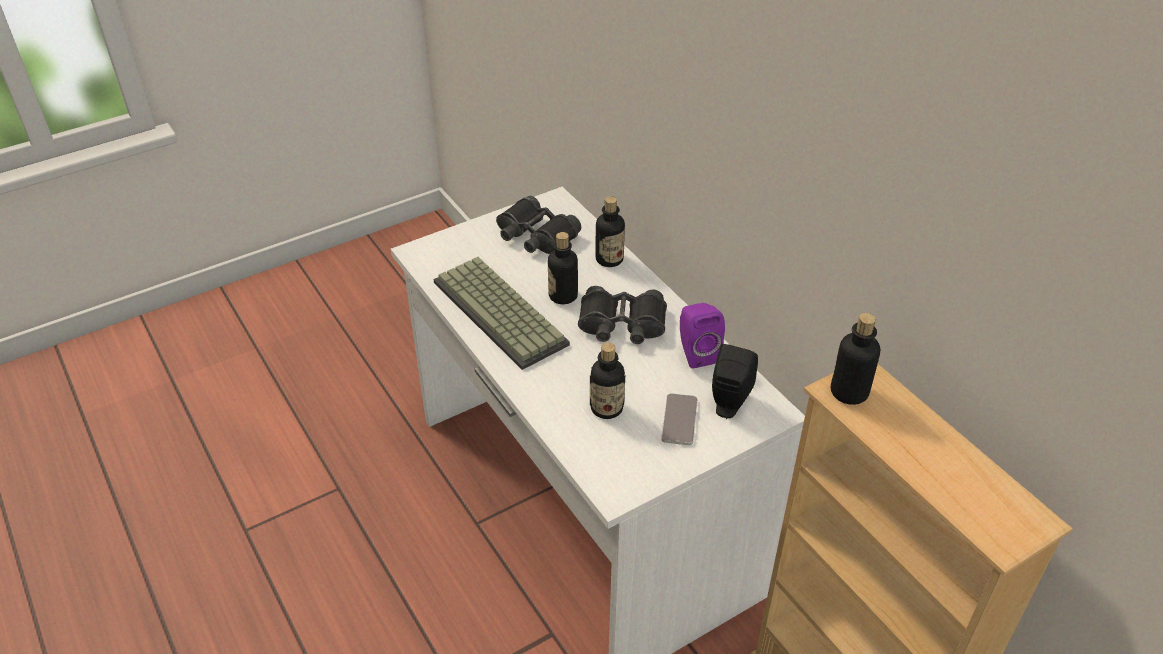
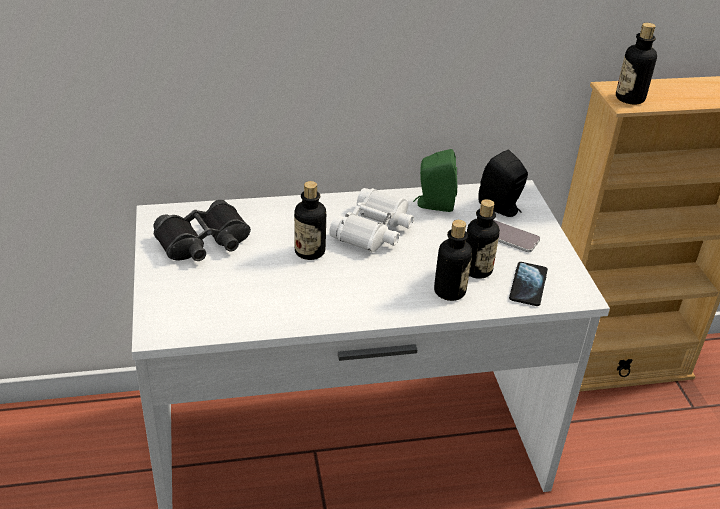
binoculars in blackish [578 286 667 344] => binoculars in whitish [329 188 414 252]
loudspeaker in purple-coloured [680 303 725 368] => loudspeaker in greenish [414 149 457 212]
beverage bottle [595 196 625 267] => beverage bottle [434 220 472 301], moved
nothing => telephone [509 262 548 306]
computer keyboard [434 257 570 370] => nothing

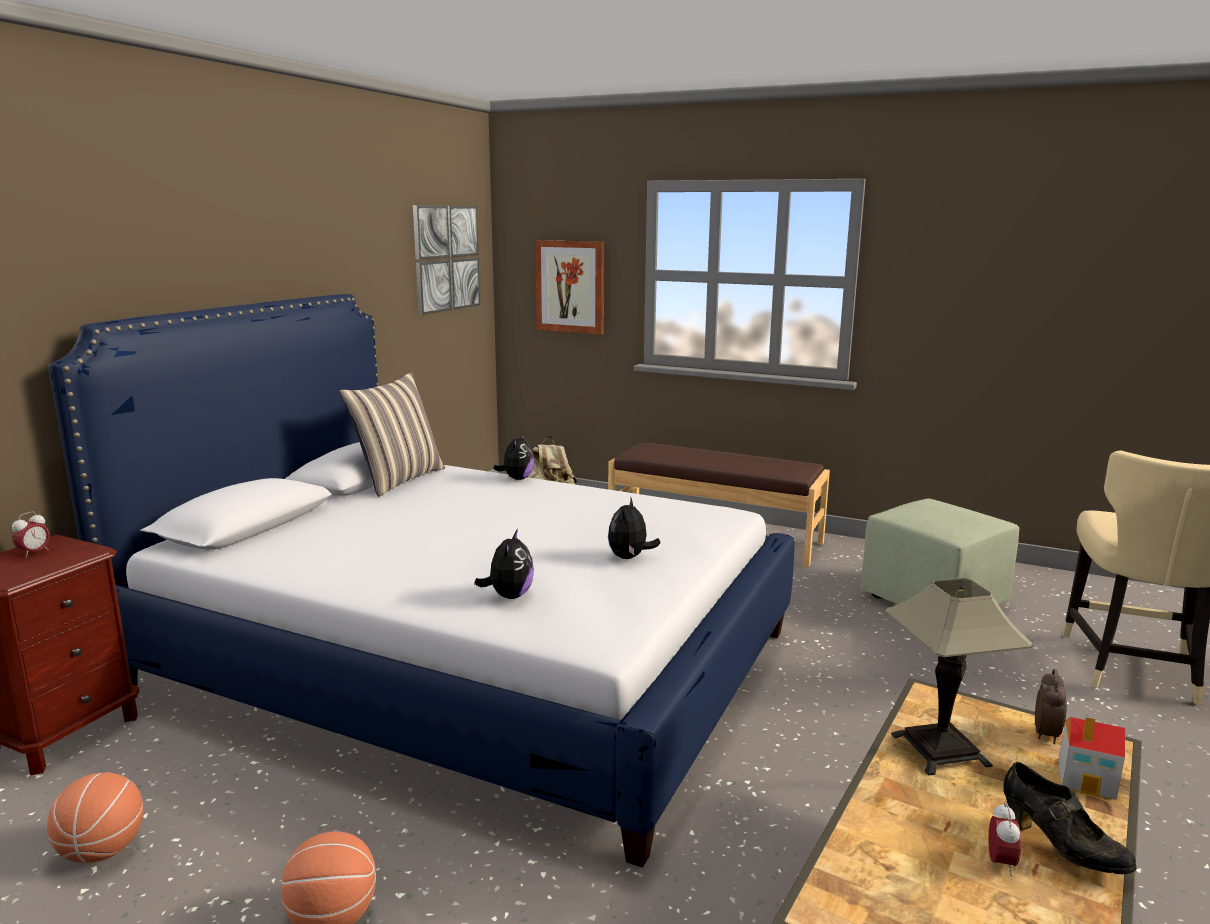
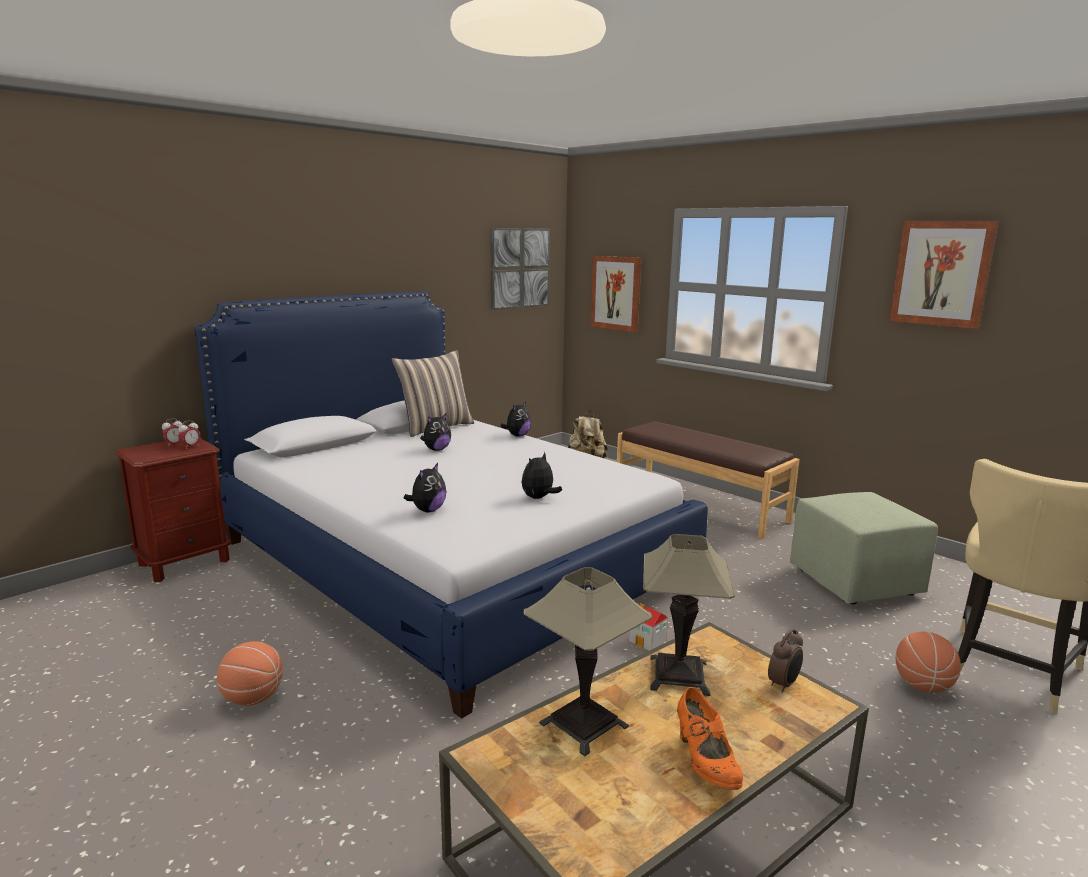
alarm clock [988 802 1021 876] => alarm clock [178 420 201 448], moved
nothing => soft toy [420 414 451 451]
nothing => lamp for a table [523 567 652 756]
model house [1058 717 1125 800] => model house [629 603 668 651], moved
item of footwear in blackish [1003 762 1137 874] => item of footwear in orange [677 687 743 790]
nothing => wall art [889 221 998 329]
ball for basketball [47 773 143 863] => ball for basketball [896 632 961 693], moved

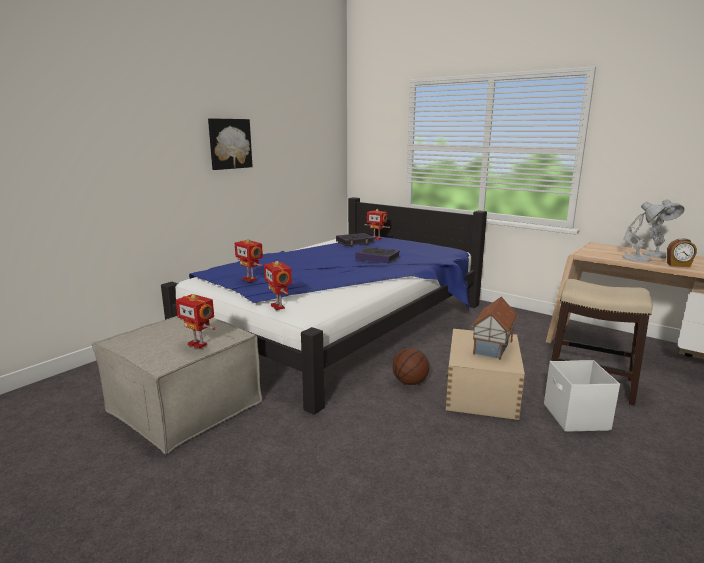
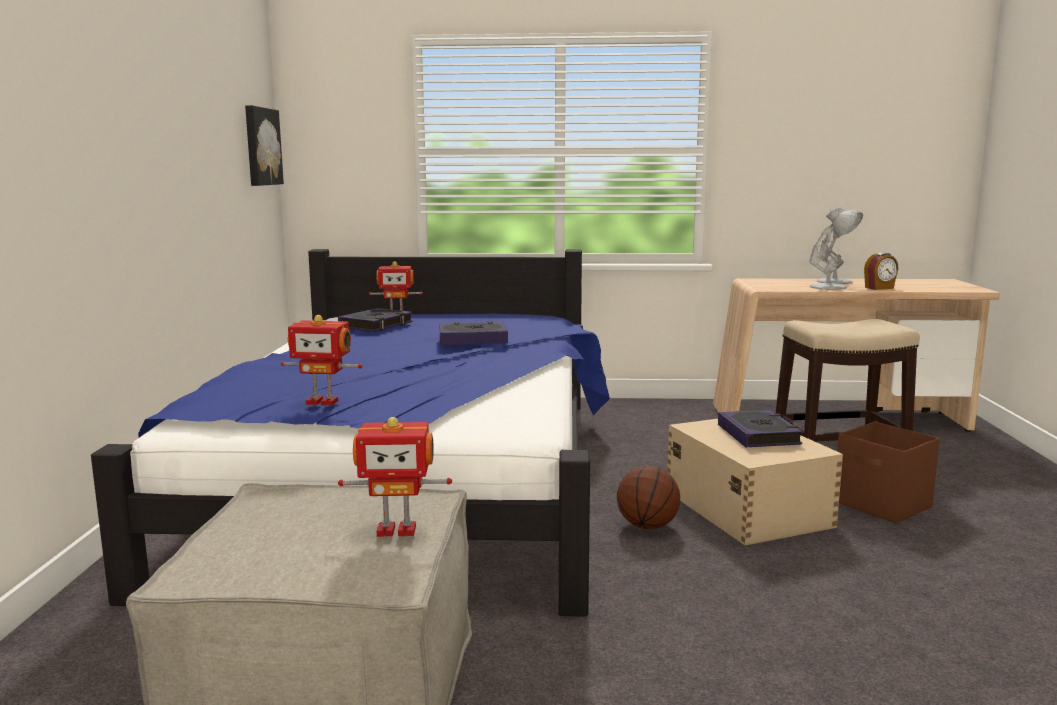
wall art [208 118 253 170] => wall art [245 105 284 186], moved
model house [471 297 518 360] => volume [718 410 803 447]
storage container in whitish [544 360 620 432] => storage container in brown-coloured [837 421 940 524]
robot figure [264 261 292 310] => nothing

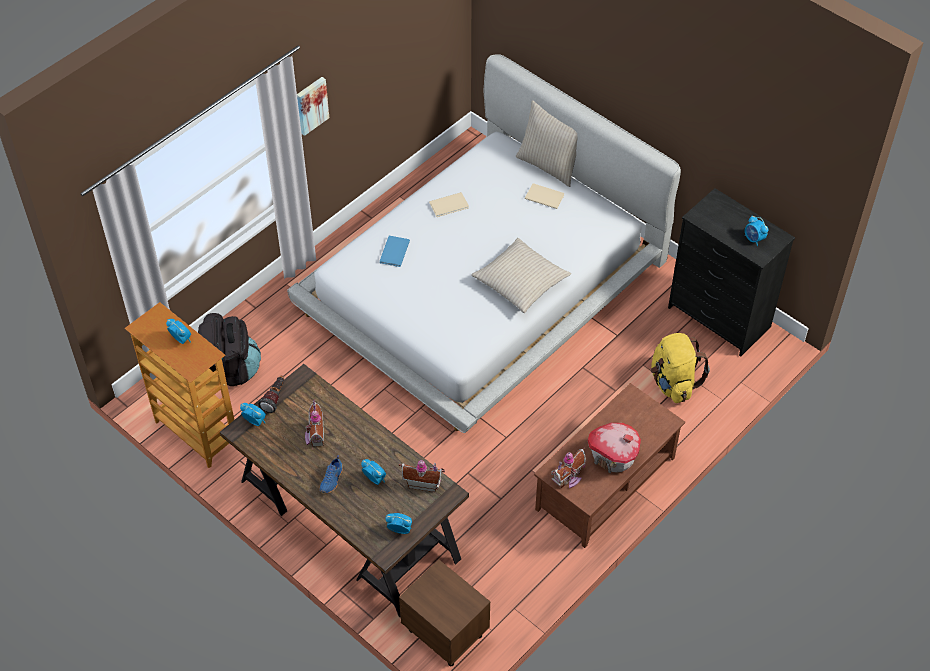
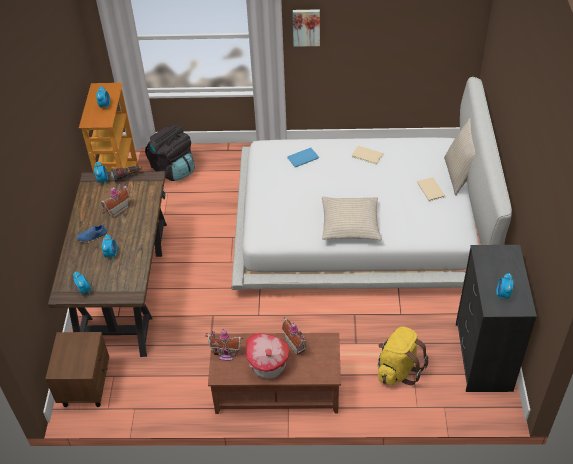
model house [399 460 445 492] => model house [282 317 307 355], moved

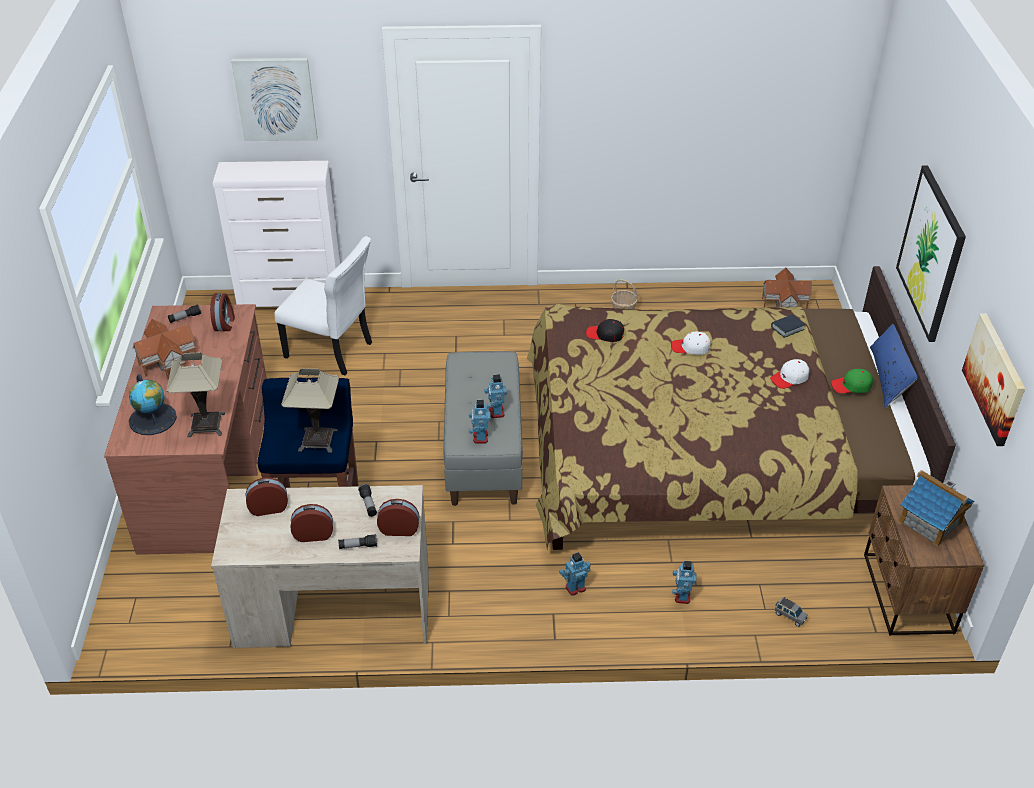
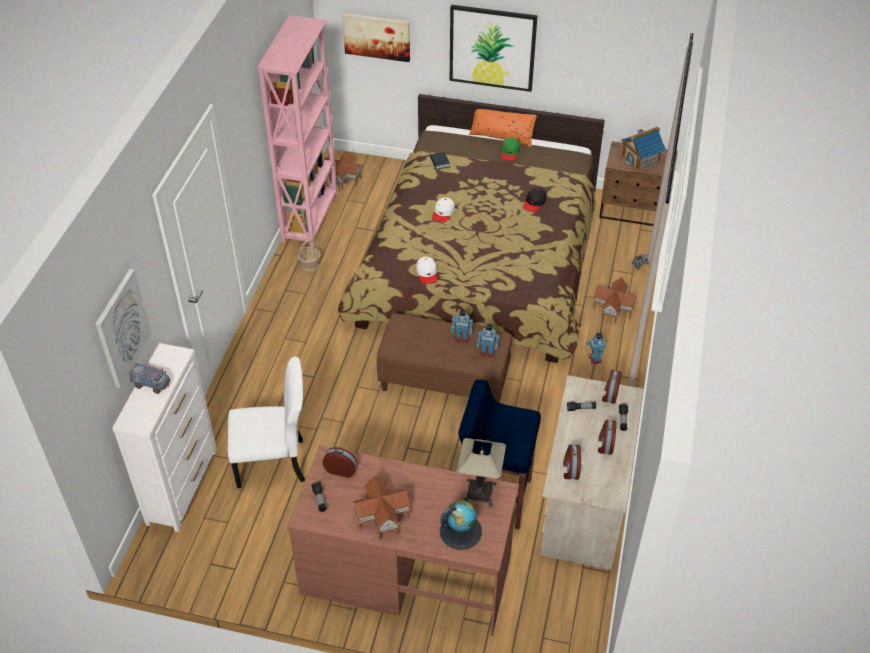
nothing => model truck [129 363 170 394]
plain chair in whitish [274 236 372 375] => plain chair in whitish [228 357 305 488], 45 degrees clockwise
nothing => shelving unit in pinkish [257 15 338 247]
wall art [962 313 1025 446] => wall art [342 13 410 62], moved
bench in grey [444 351 523 506] => bench in brown-coloured [377 313 512 402]
cap in whitish [770 359 809 389] => cap in whitish [416 257 437 284], moved
pillow in blue-coloured [870 316 917 408] => pillow in orange [469 109 537 147]
cap in blackish [586 319 624 342] => cap in blackish [523 188 546 212], moved
robot figure [672 561 696 604] => model house [593 278 637 323]
lamp for a table [281 368 339 453] => nothing

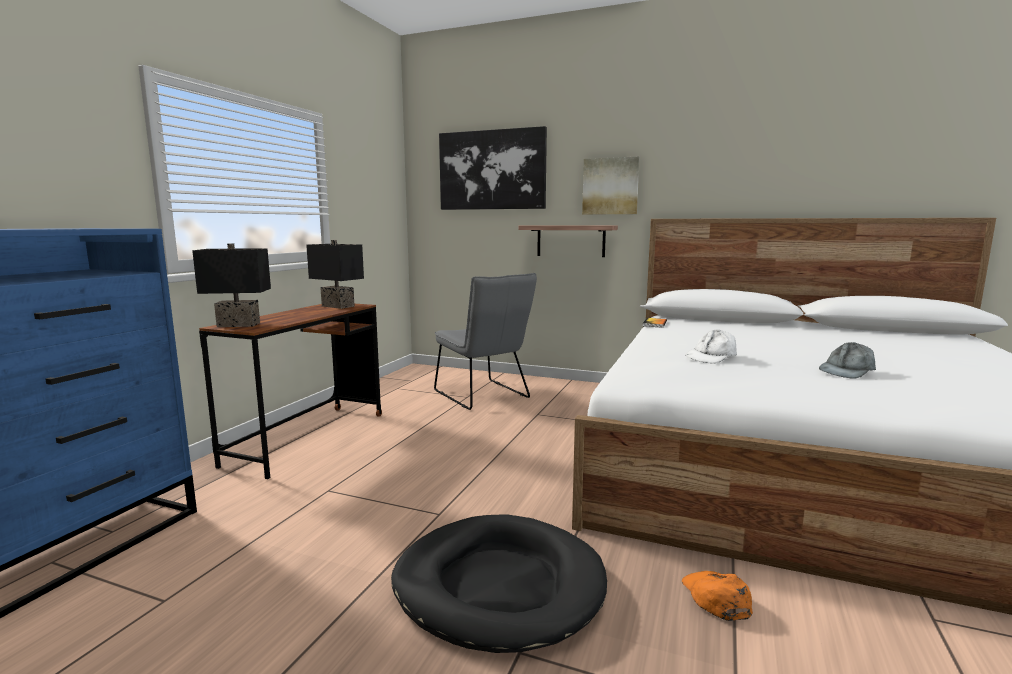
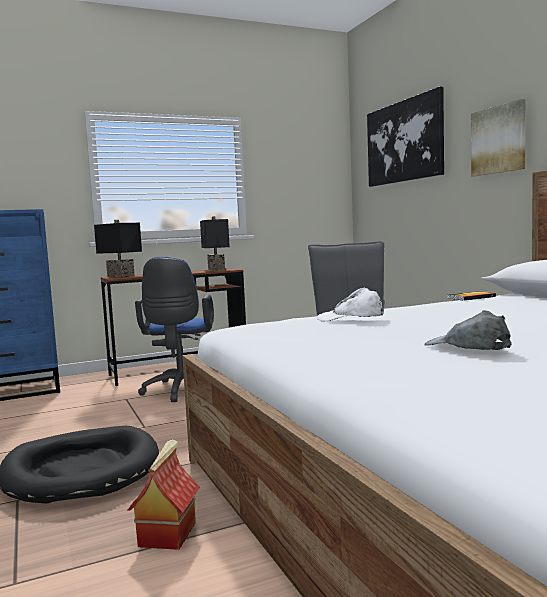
cap in orange [682 571 753 621] => model house [128 439 200 550]
nothing => desk chair in blue-coloured [135 257 214 402]
cap in grey [819 342 876 379] => cap in grey [424 310 511 350], 45 degrees clockwise
wall shelf [519 225 618 257] => nothing

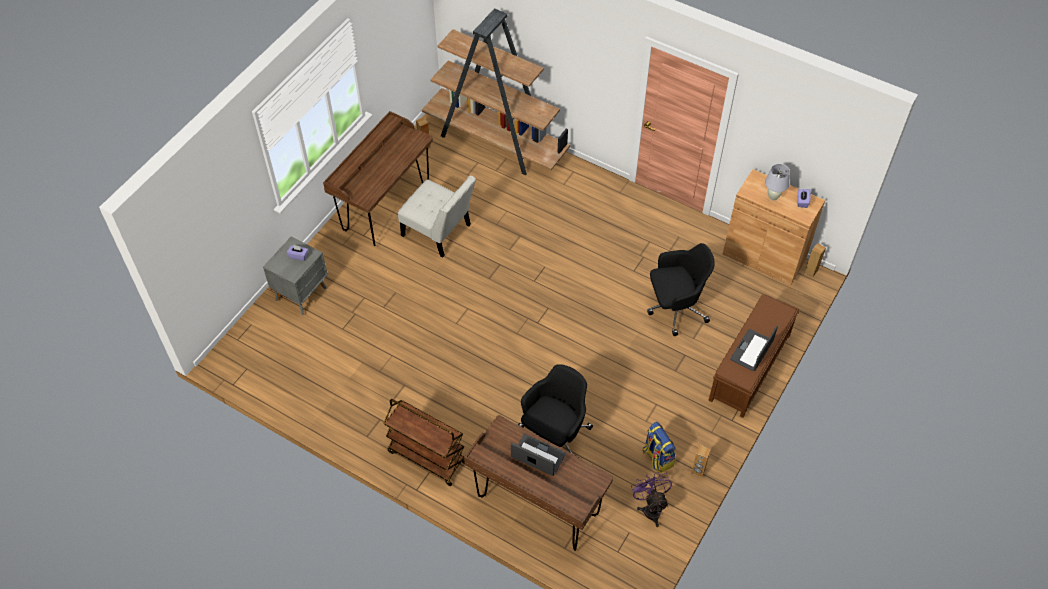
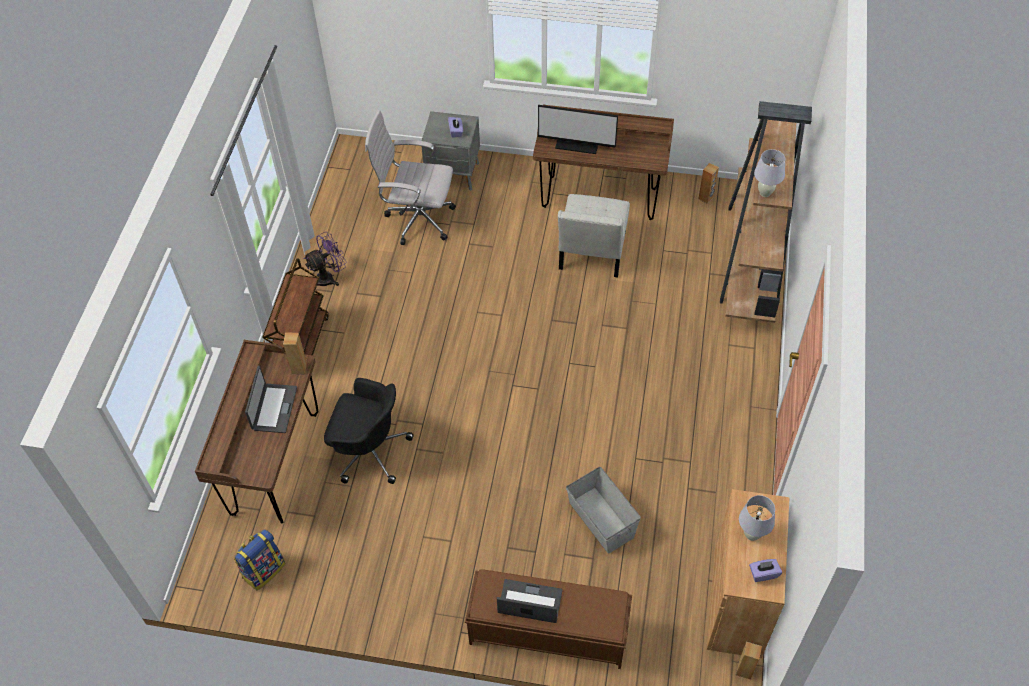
backpack [643 422 676 473] => backpack [234 530 285 590], moved
loudspeaker in brown-coloured [691 445 711 477] => loudspeaker in brown-coloured [283 332 307 374], moved
fan in purple-coloured [631 472 672 527] => fan in purple-coloured [304 232 347 286], moved
nothing => desk chair in whitish [365 110 456 245]
nothing => computer screen [538 105 618 154]
desk chair in blackish [647 243 715 336] => storage container in grey [566 467 641 554]
nothing => lamp for a table in whitish [754 149 785 197]

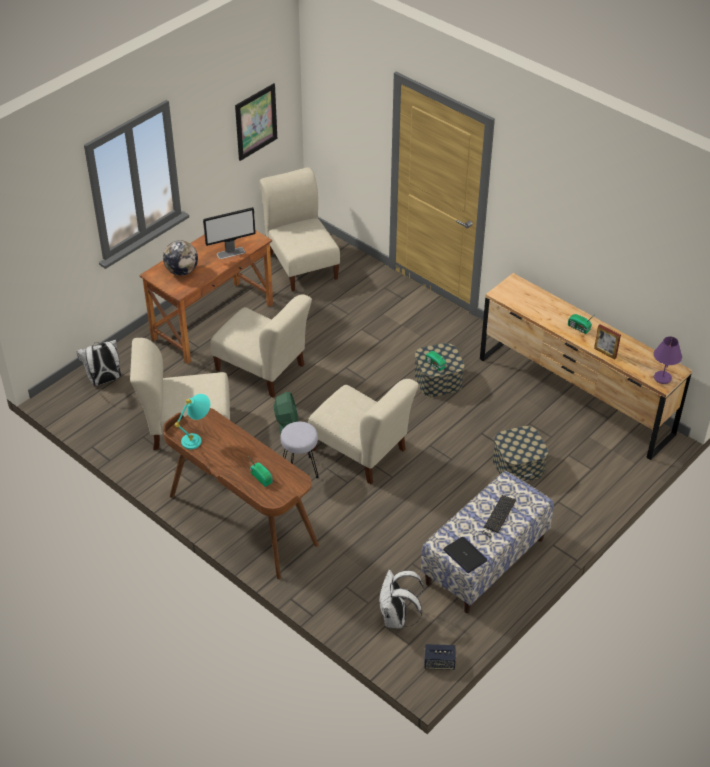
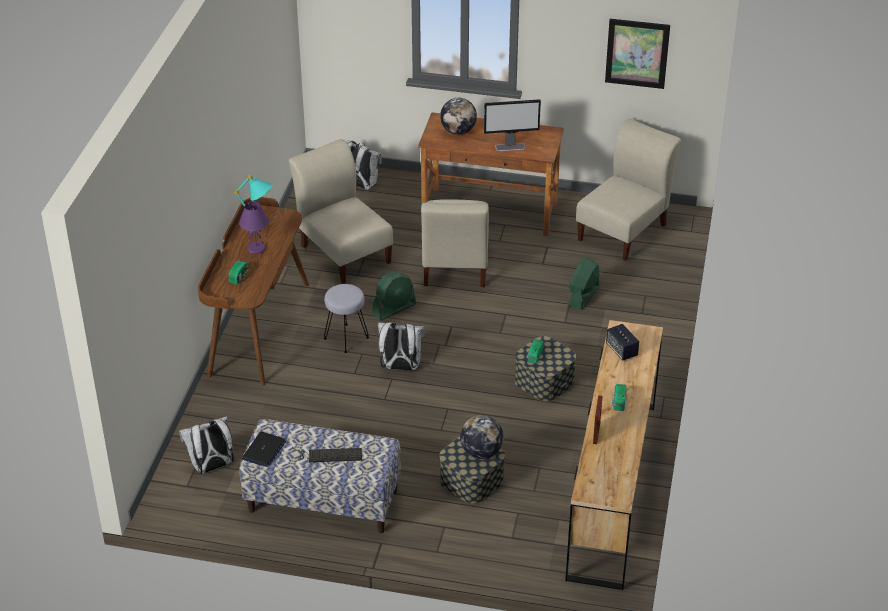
lamp for a table in purple-coloured [654 336 682 384] => lamp for a table in purple-coloured [239 201 269 254], moved
plain chair in sand-coloured [308 379 419 484] => backpack in whitish [378 321 425 370]
nothing => world globe [460 415 504 459]
computer screen [203 207 256 259] => computer screen [484 99 541 151], 45 degrees counterclockwise
nothing => fan in greenish [569 257 599 310]
loudspeaker [424 644 456 670] => loudspeaker [606 324 639 361], moved

